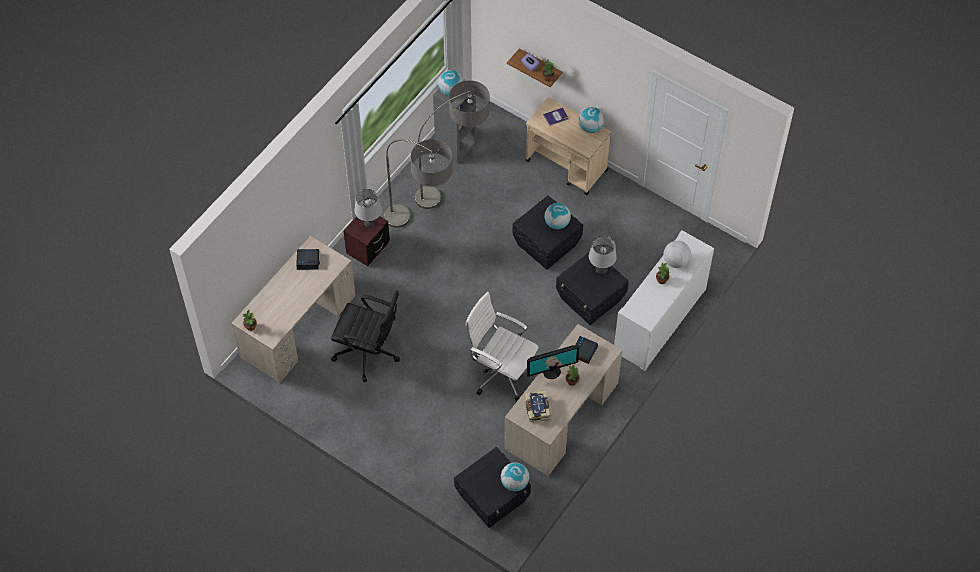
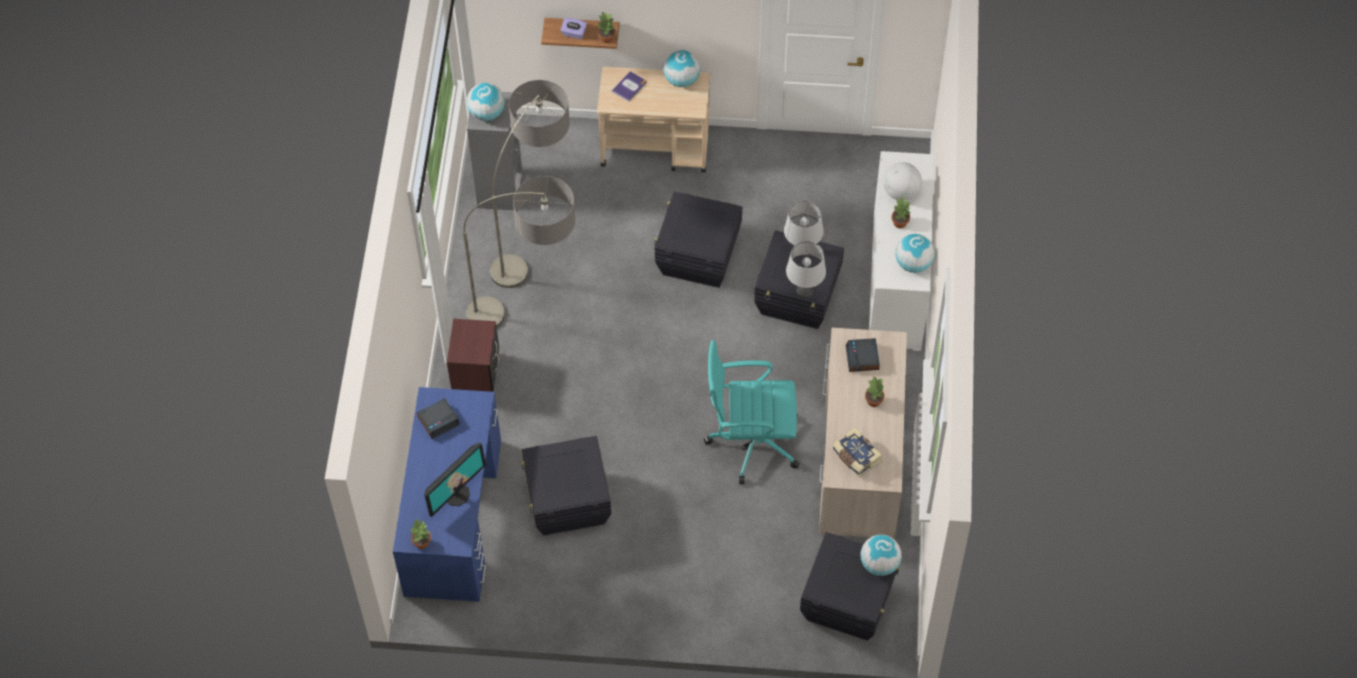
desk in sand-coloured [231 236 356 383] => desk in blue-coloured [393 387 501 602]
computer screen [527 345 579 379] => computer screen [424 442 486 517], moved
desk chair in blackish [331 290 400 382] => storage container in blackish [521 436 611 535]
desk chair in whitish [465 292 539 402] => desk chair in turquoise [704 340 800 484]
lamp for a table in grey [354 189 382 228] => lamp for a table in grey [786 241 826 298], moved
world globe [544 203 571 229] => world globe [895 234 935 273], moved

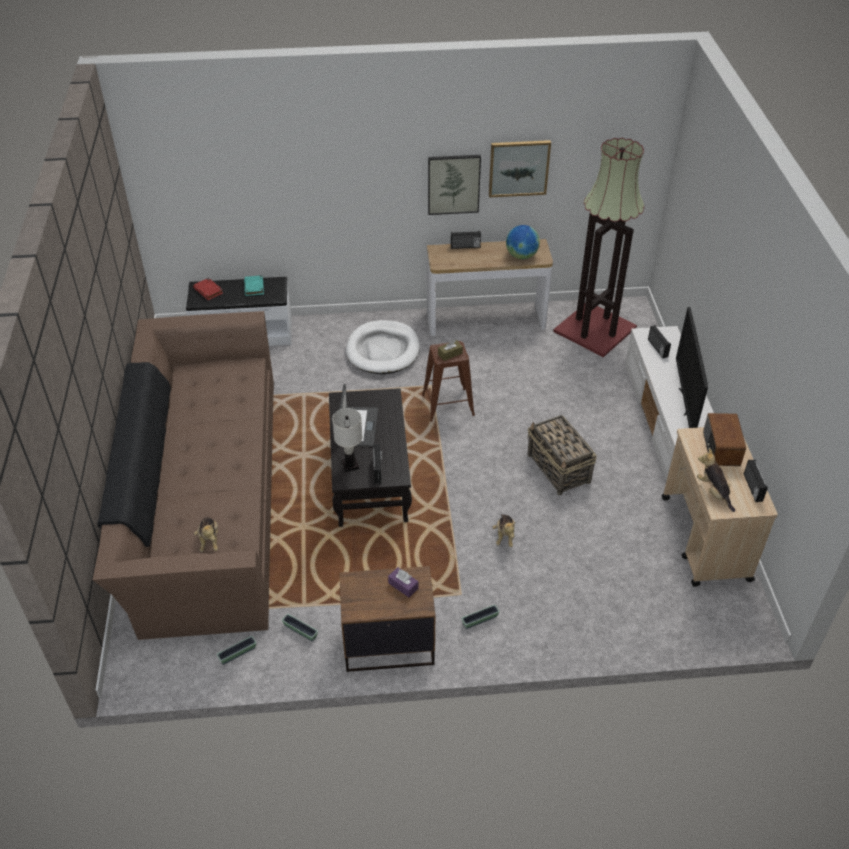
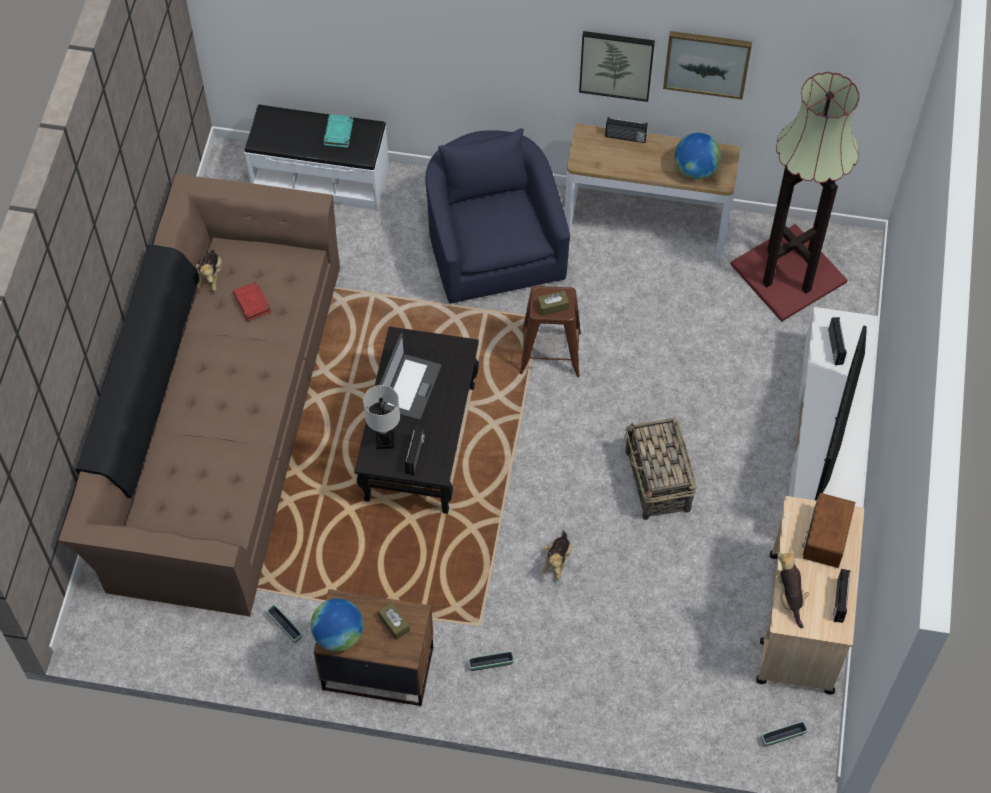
soft toy [194 517 218 552] => soft toy [196 249 222 291], moved
volume in reddish [193 278 223 300] => volume in reddish [233 281 271 321], moved
nothing => world globe [310 598 363 652]
box of tissues in purple-coloured [388 567 419 597] => box of tissues in brown-coloured [378 602 410 640]
pet bed in whitish [346 320 420 374] => armchair in blue-coloured [426 128 570 304]
planter [217 636 256 665] => planter [761 721 808 747], moved

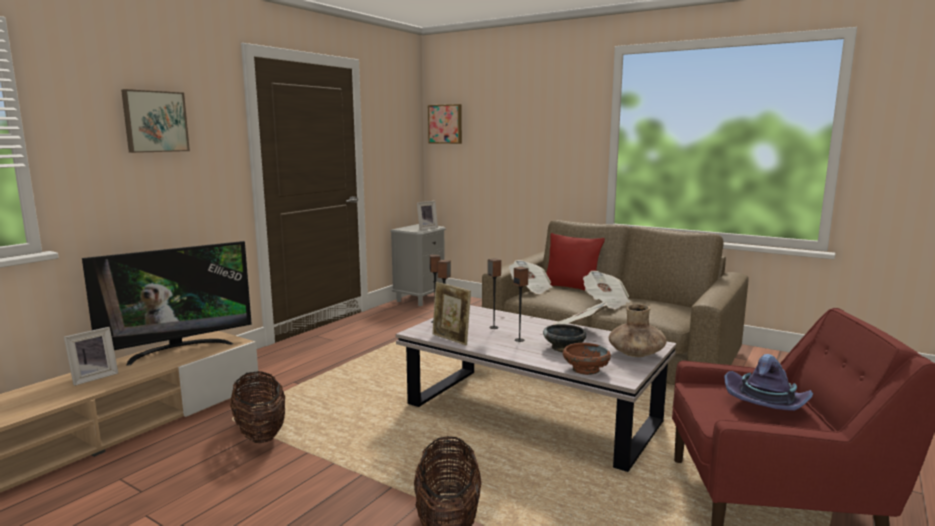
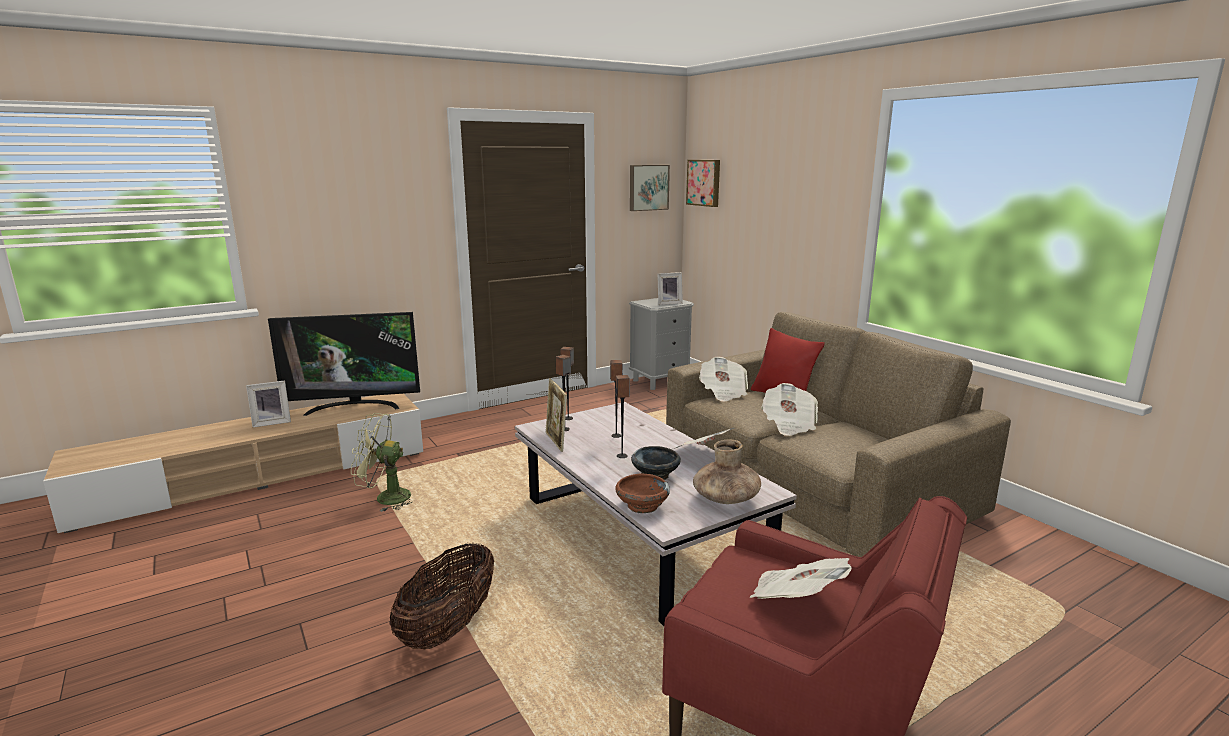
storage basket [230 371 285 443] => fan in greenish [351 413 412 512]
wall art [121 89 190 153] => wall art [630 165 670 211], moved
hat in purple-coloured [724 354 813 411] => printed paper [749 558 852 599]

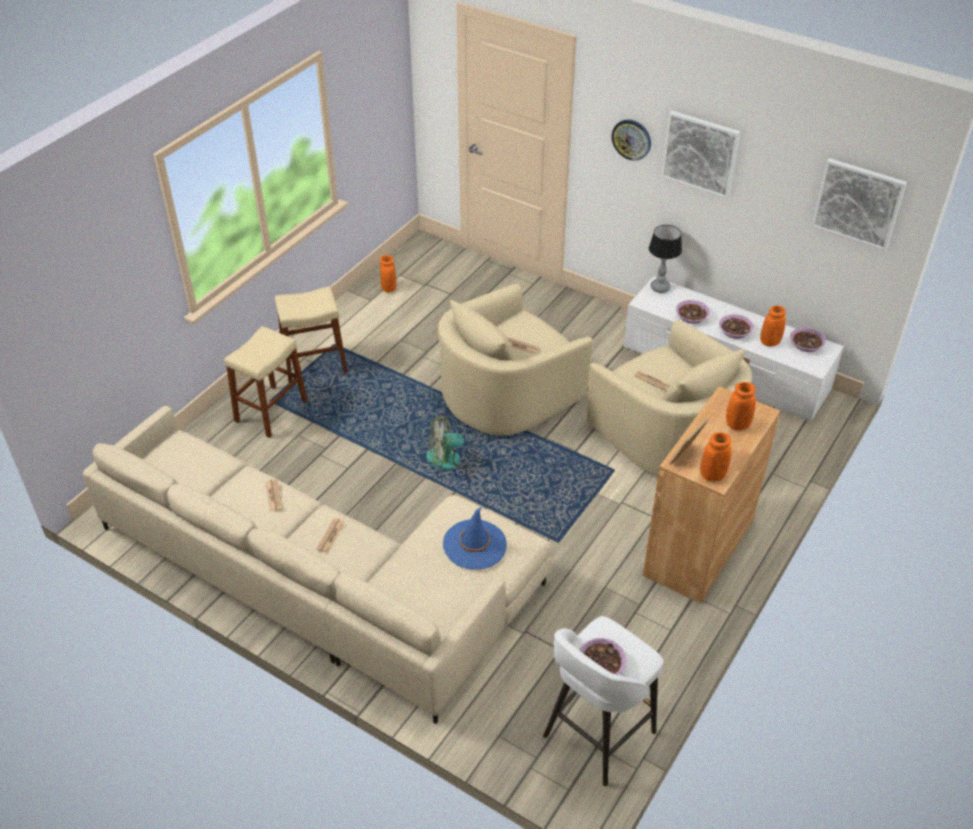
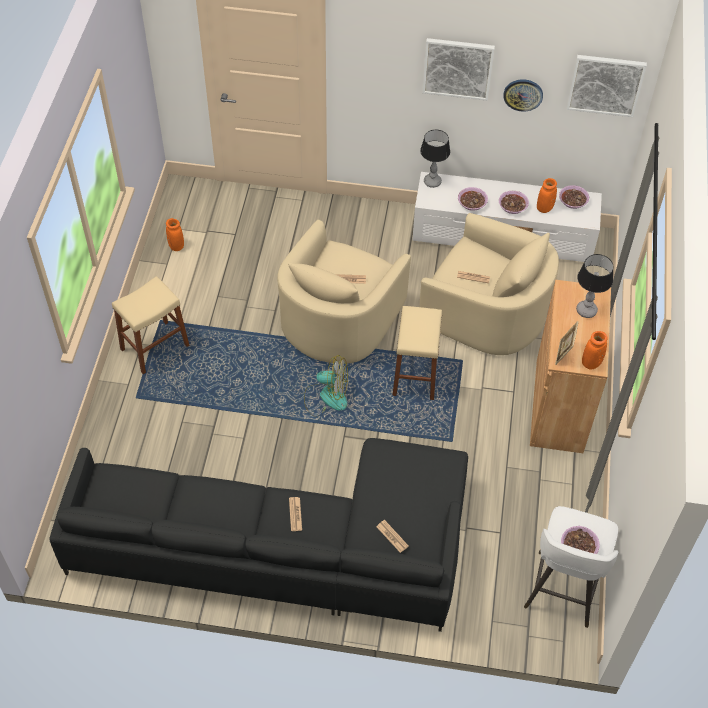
couch in sand-coloured [83 406 552 724] => couch in blackish [49 438 468 632]
fan [426 415 477 470] => fan [304 355 348 417], 135 degrees counterclockwise
printed paper [265 479 283 512] => printed paper [376 520 409 553], moved
sitting stool in sand-coloured [224 326 308 438] => sitting stool in sand-coloured [392 306 442 400], moved
clock on the wall [611 119 651 161] => clock on the wall [503 79 543 112], moved
flower vase in orange [726 382 756 430] => lamp for a table [576 254 614 318]
hat in blue-coloured [443 507 507 570] => nothing

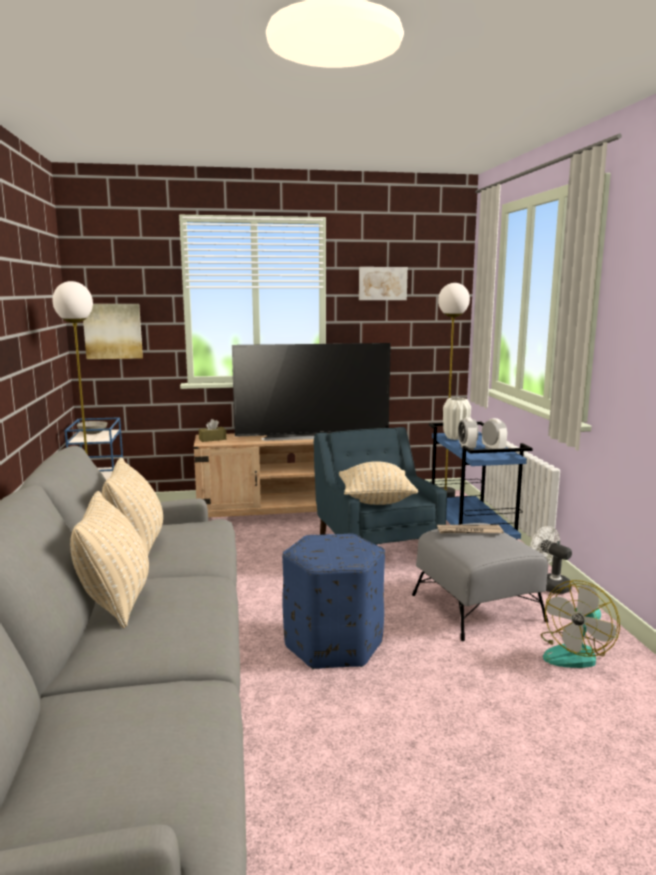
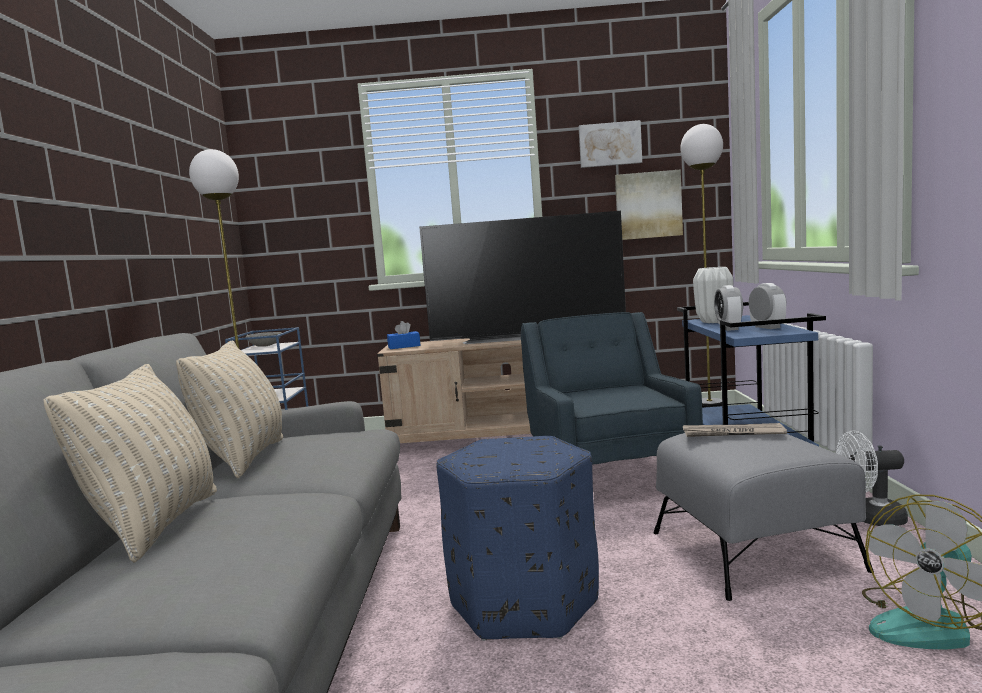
box of tissues in brown-coloured [199 419 226 442] => box of tissues in blue-coloured [387 321 421 349]
wall art [83 304 143 359] => wall art [615 169 683 240], moved
fan in whitish [530 526 572 594] => fan in whitish [836 431 908 526], 60 degrees counterclockwise
pillow in sand-coloured [339 461 418 505] => nothing

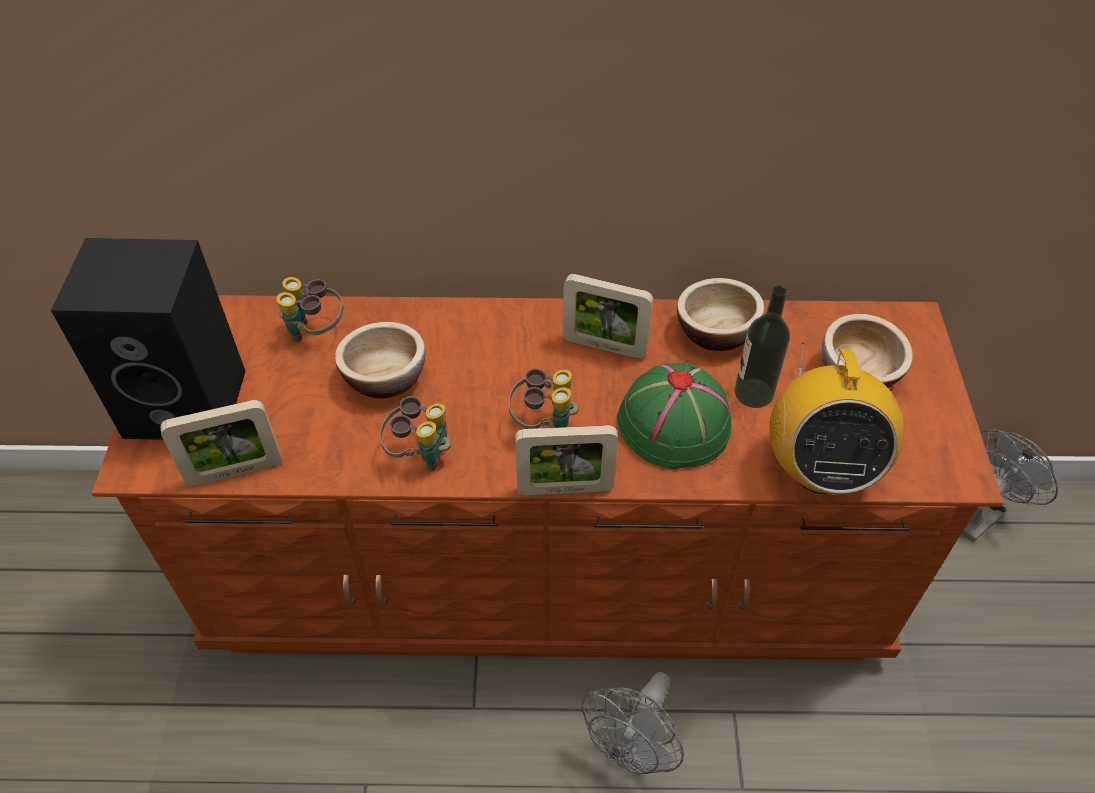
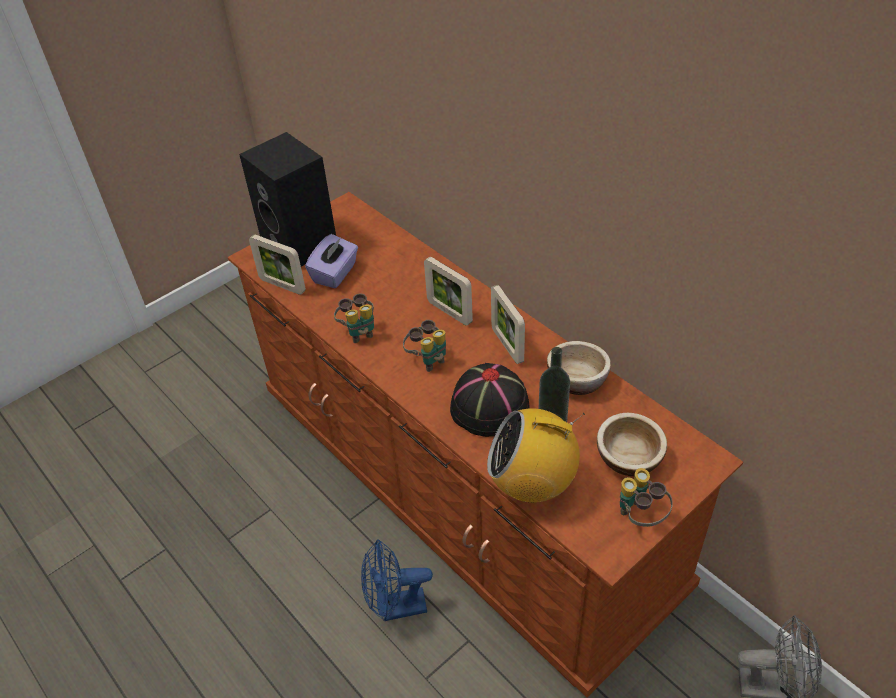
nothing => box of tissues in purple-coloured [305 234 358 288]
fan in grey [582 672 684 776] => fan in blue-coloured [361 539 433 621]
photo frame [515 425 618 495] => photo frame [424 257 473 326], moved
hat in greenish [617 363 731 469] => hat in blackish [450 363 530 437]
radio [769 343 904 494] => radio [487 408 585 503], 45 degrees clockwise
binoculars [276 277 343 343] => binoculars [620 468 673 527], moved
serving bowl [335 322 425 398] => nothing

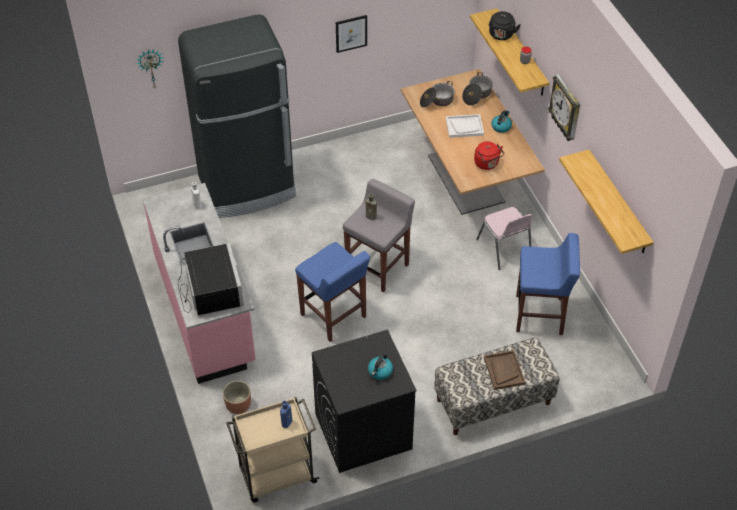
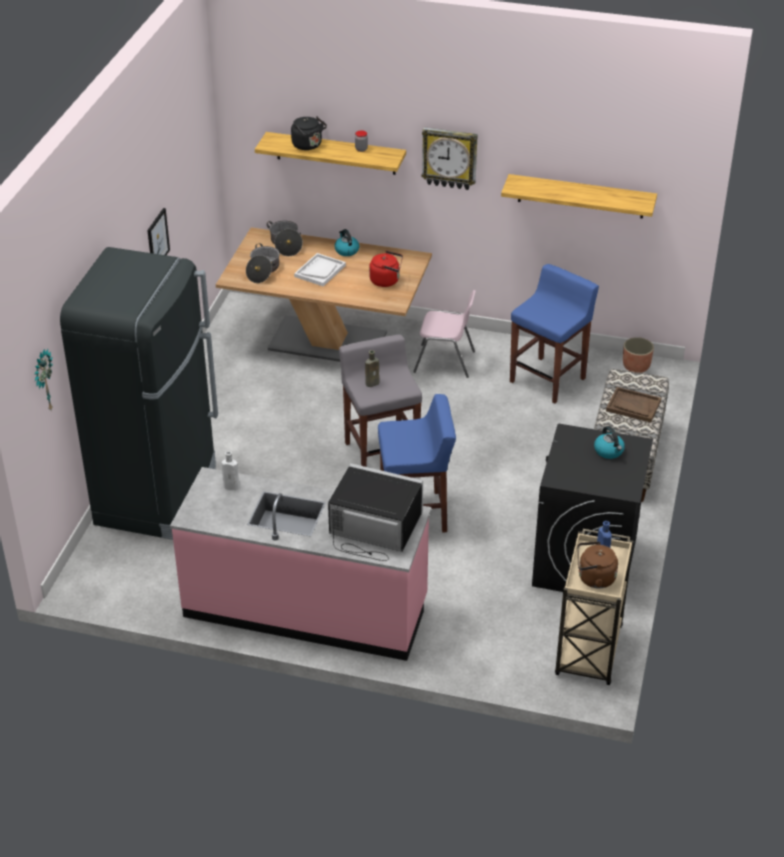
nothing => tea kettle in brown-coloured [578 541 618 588]
planter [223 381 251 414] => planter [623 337 654 373], moved

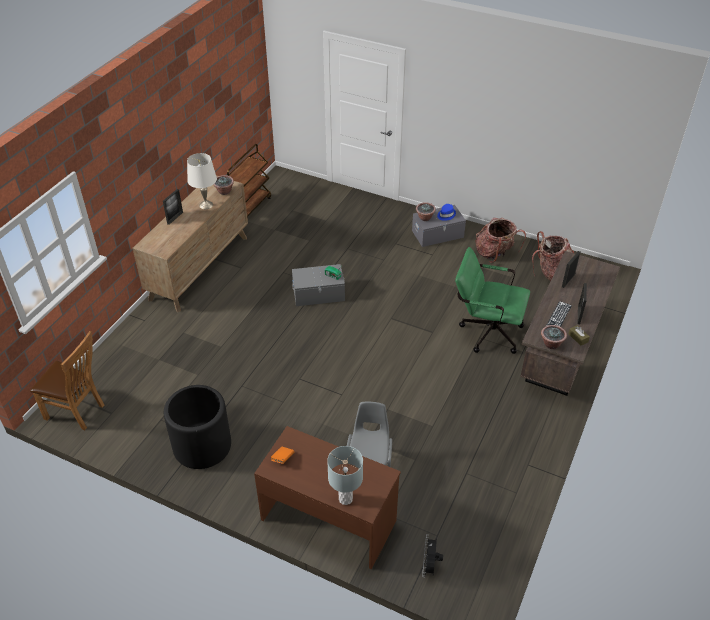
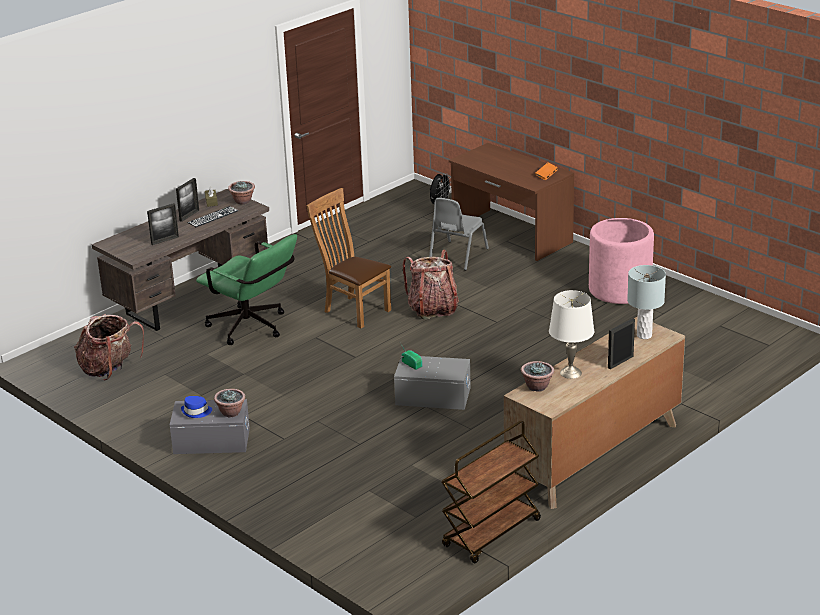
plain chair in brown-coloured [30 331 104 430] => plain chair in brown-coloured [306 188 391 328], moved
backpack [476 218 526 263] => backpack [403 250 459 319], moved
planter in blackish [164 385 231 469] => planter in pinkish [589 218 654 304]
lamp for a table in grey [327 446 363 505] => lamp for a table in grey [627 265 666 339], moved

